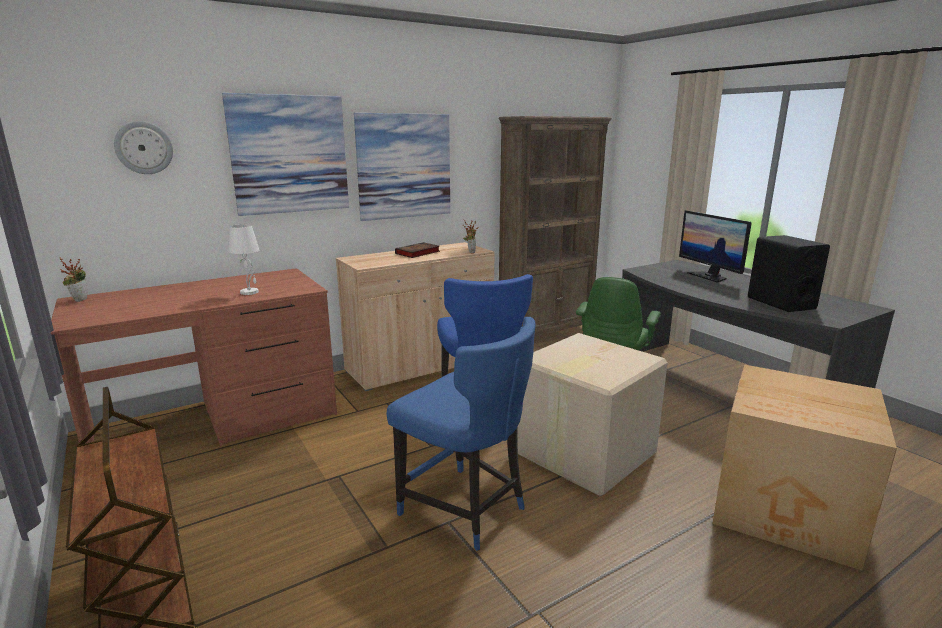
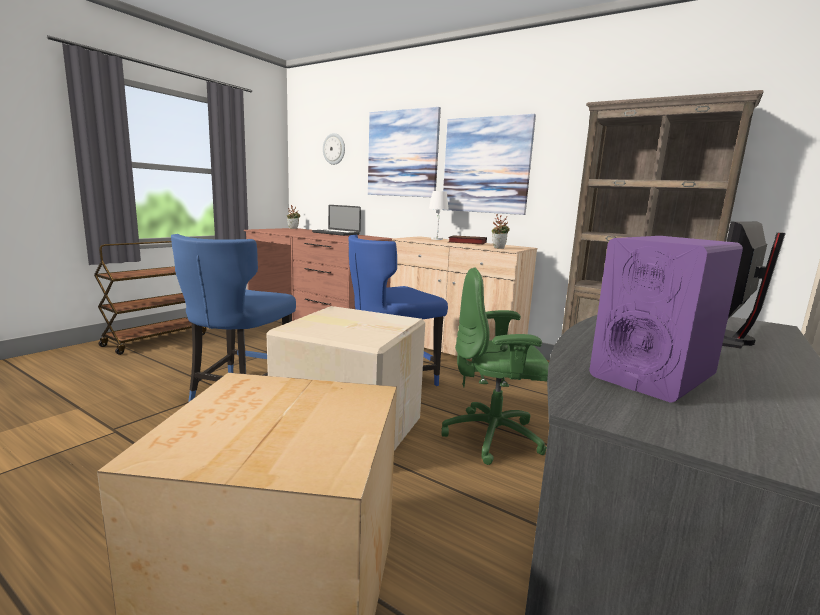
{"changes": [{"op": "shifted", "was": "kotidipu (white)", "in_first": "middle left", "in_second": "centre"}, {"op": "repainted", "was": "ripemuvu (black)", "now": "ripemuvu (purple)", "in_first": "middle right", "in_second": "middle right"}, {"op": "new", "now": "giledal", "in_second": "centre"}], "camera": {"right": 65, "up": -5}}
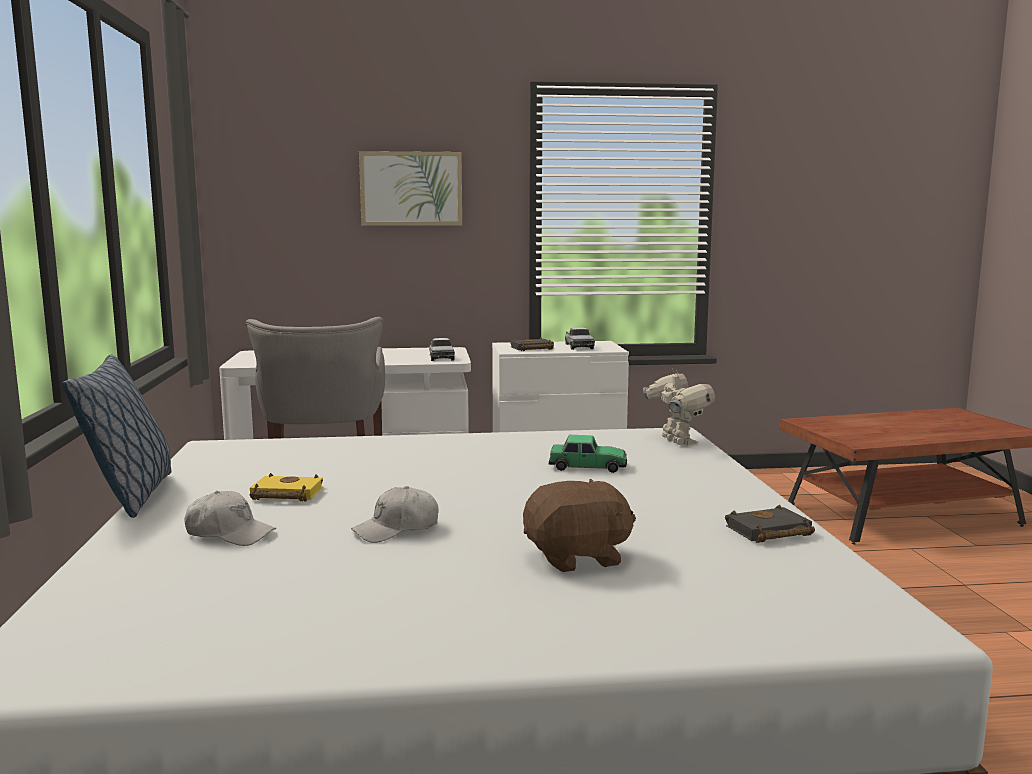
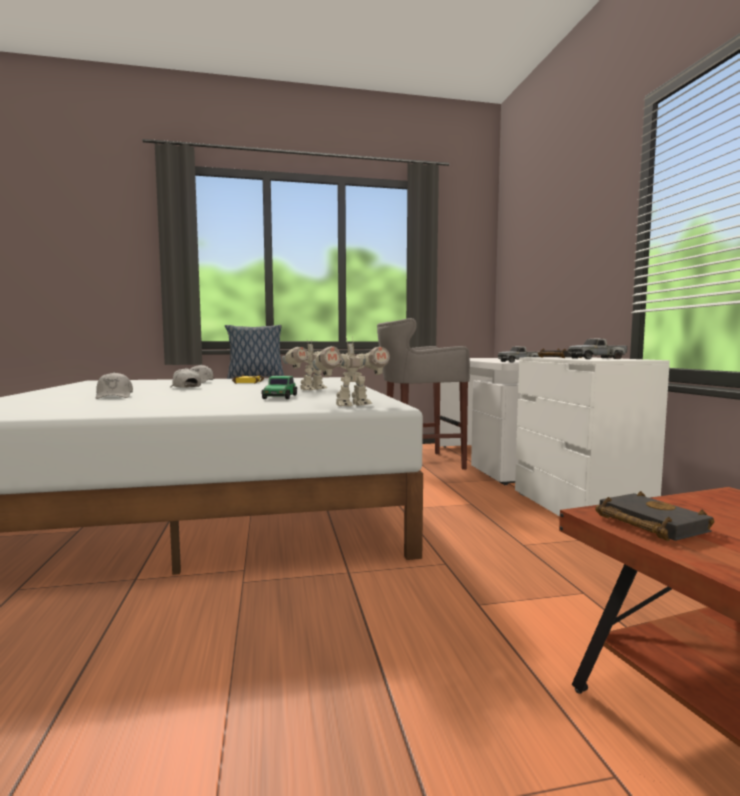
{"changes": [{"op": "gone", "was": "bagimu", "in_first": "top centre"}, {"op": "swapped", "was": "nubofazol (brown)", "now": "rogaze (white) (no. 1 from left)", "in_first": "bottom centre", "in_second": "middle left"}, {"op": "shifted", "was": "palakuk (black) (no. 2 from left)", "in_first": "bottom right", "in_second": "middle right"}, {"op": "new", "now": "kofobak (no. 1 from left)", "in_second": "centre"}], "camera": {"right": 85, "up": -5}}
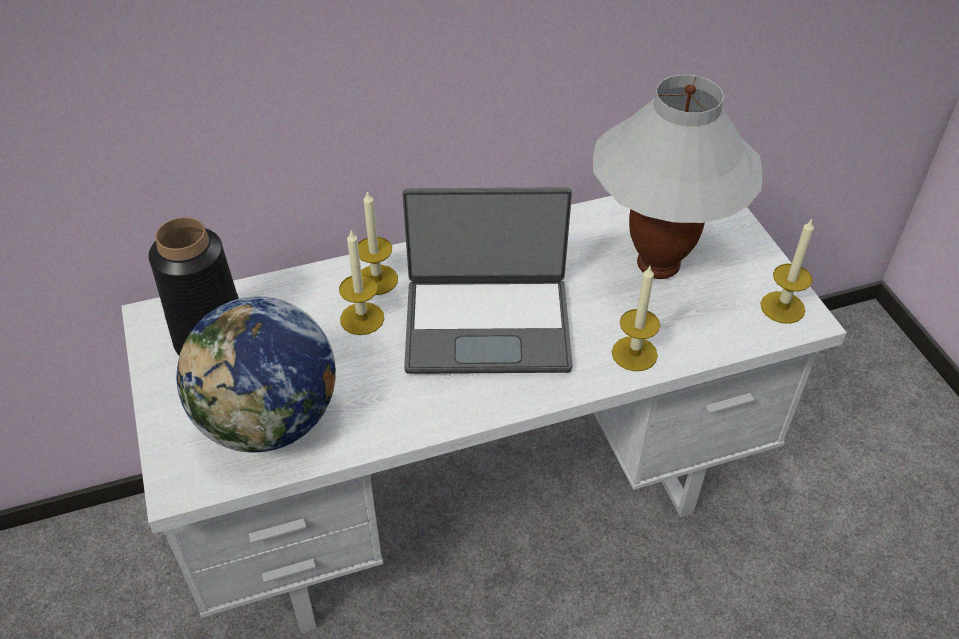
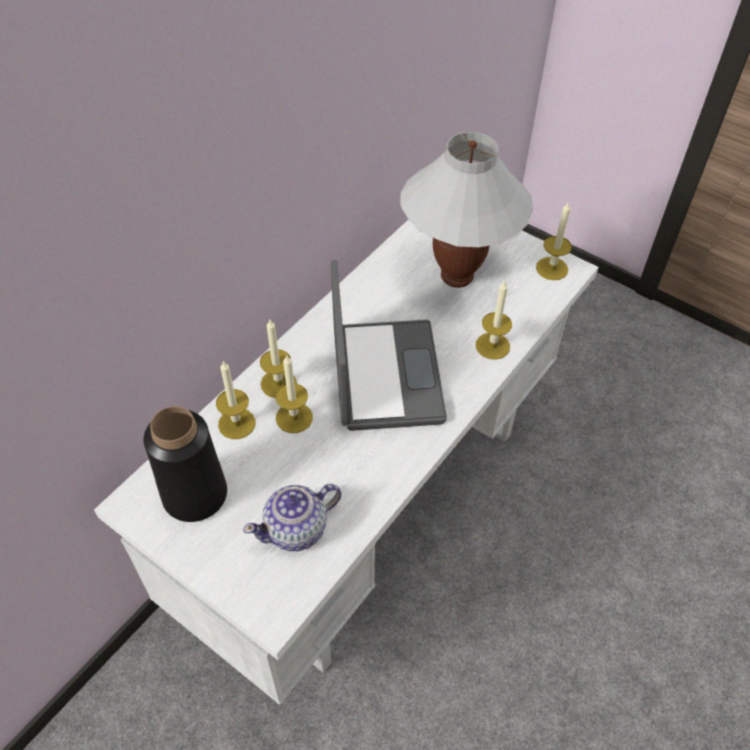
{"changes": [{"op": "swapped", "was": "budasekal", "now": "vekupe", "in_first": "middle left", "in_second": "bottom centre"}, {"op": "rotated", "was": "giledal", "in_first": "centre", "in_second": "centre", "clockwise": -60}, {"op": "new", "now": "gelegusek (no. 1 from left)", "in_second": "middle left"}], "camera": {"right": -35, "up": 5}}
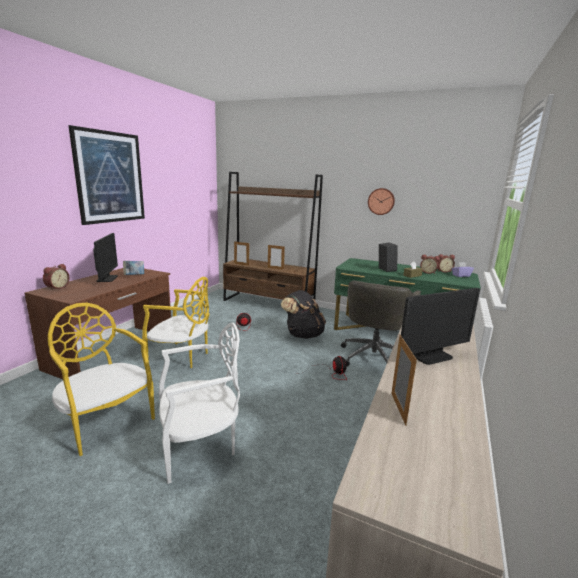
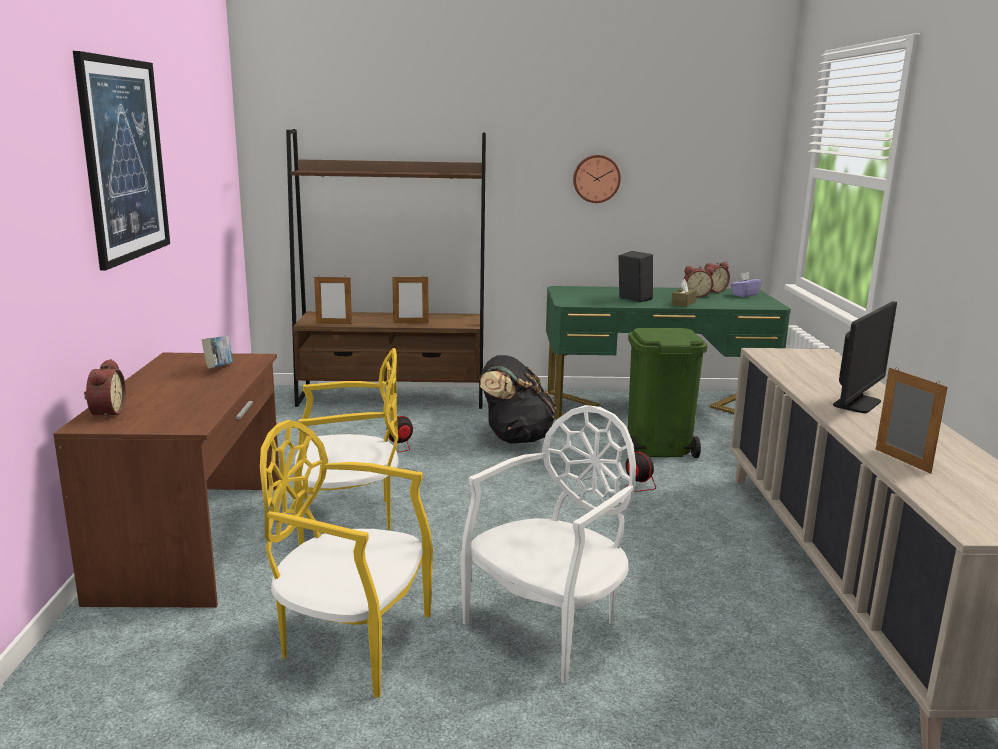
{"changes": [{"op": "gone", "was": "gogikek (no. 1 from left)", "in_first": "middle left"}, {"op": "swapped", "was": "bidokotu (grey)", "now": "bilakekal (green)", "in_first": "centre", "in_second": "middle right"}], "camera": {"right": -25, "up": 0}}
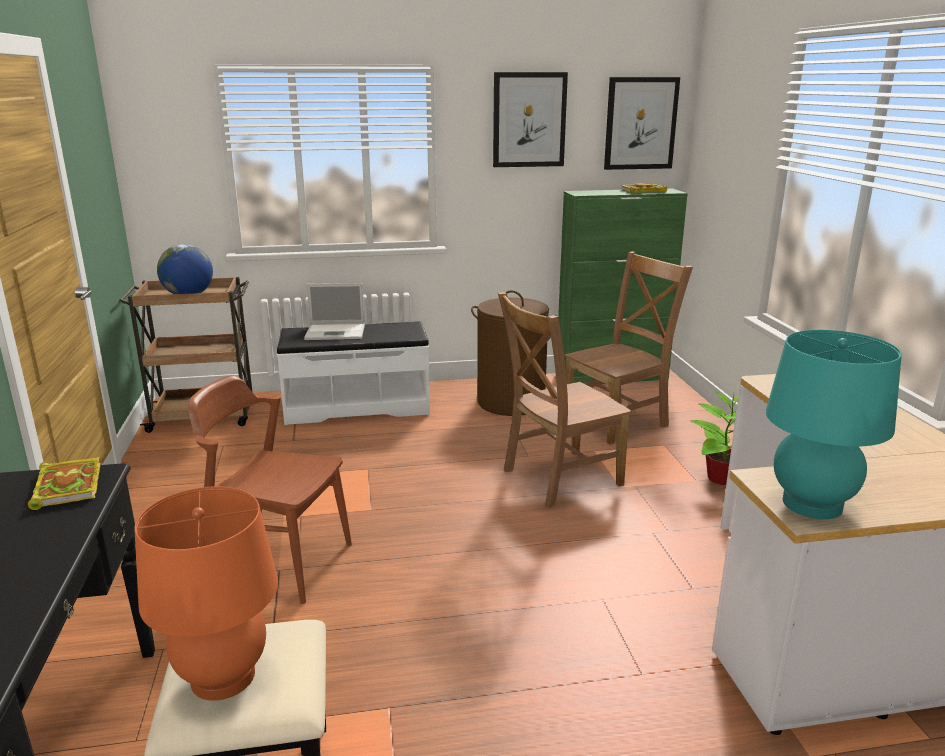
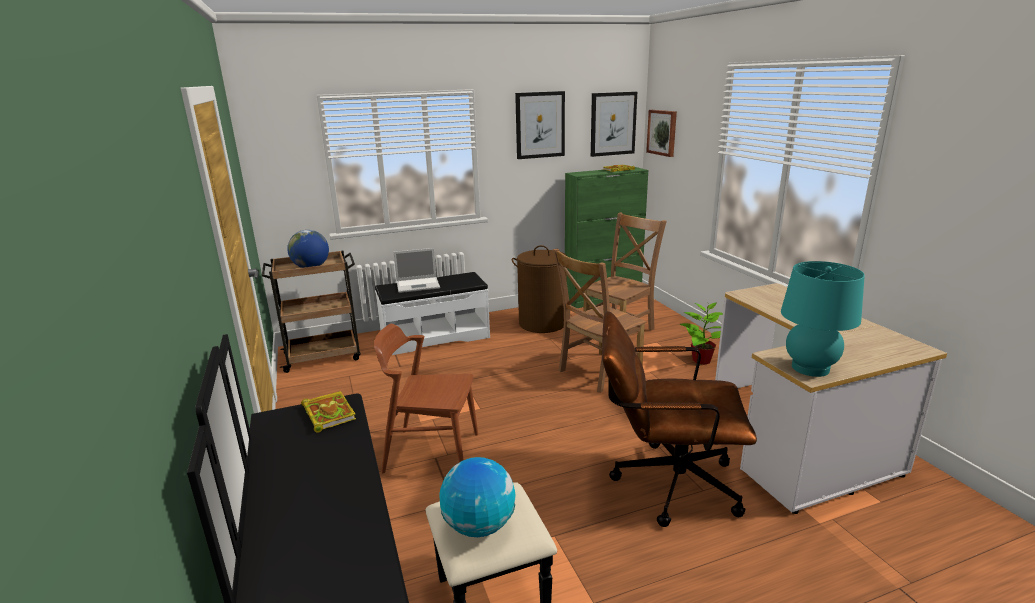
{"changes": [{"op": "swapped", "was": "kotidipu (orange)", "now": "budasekal (no. 2 from left)", "in_first": "bottom left", "in_second": "bottom centre"}, {"op": "new", "now": "bidokotu (brown)", "in_second": "bottom centre"}, {"op": "new", "now": "bagimu (no. 3 from left)", "in_second": "top centre"}], "camera": {"right": -10, "up": 0}}
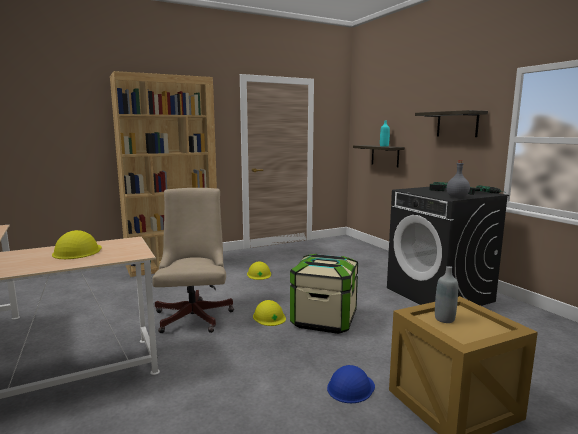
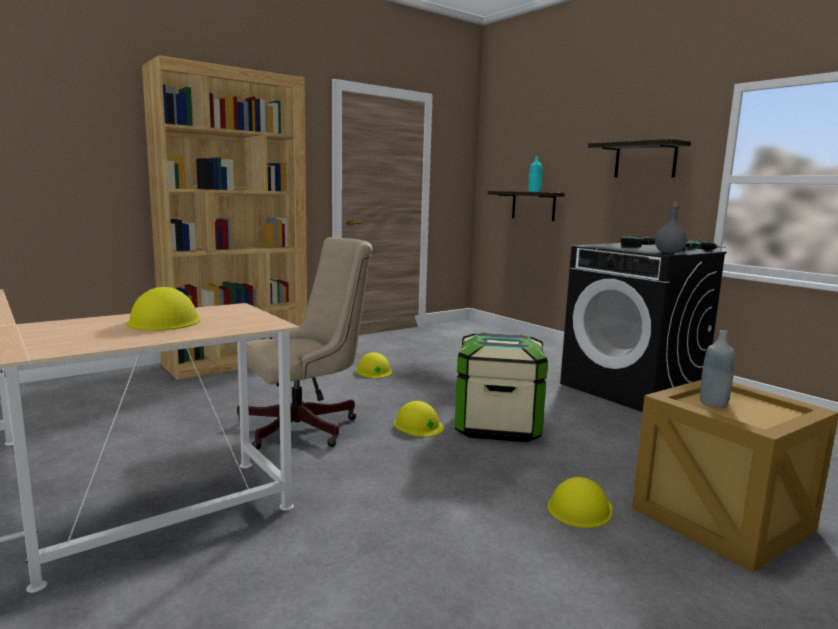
{"changes": [{"op": "rotated", "was": "bidokotu (beige)", "in_first": "centre", "in_second": "centre", "clockwise": 75}, {"op": "repainted", "was": "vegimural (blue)", "now": "vegimural (yellow) (no. 4 from left)", "in_first": "bottom centre", "in_second": "bottom right"}], "camera": {"right": -10, "up": 0}}
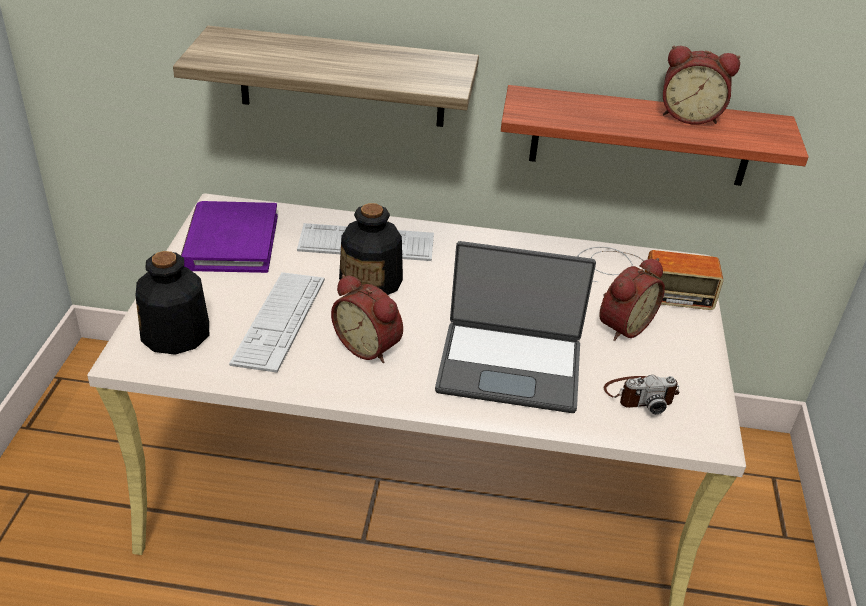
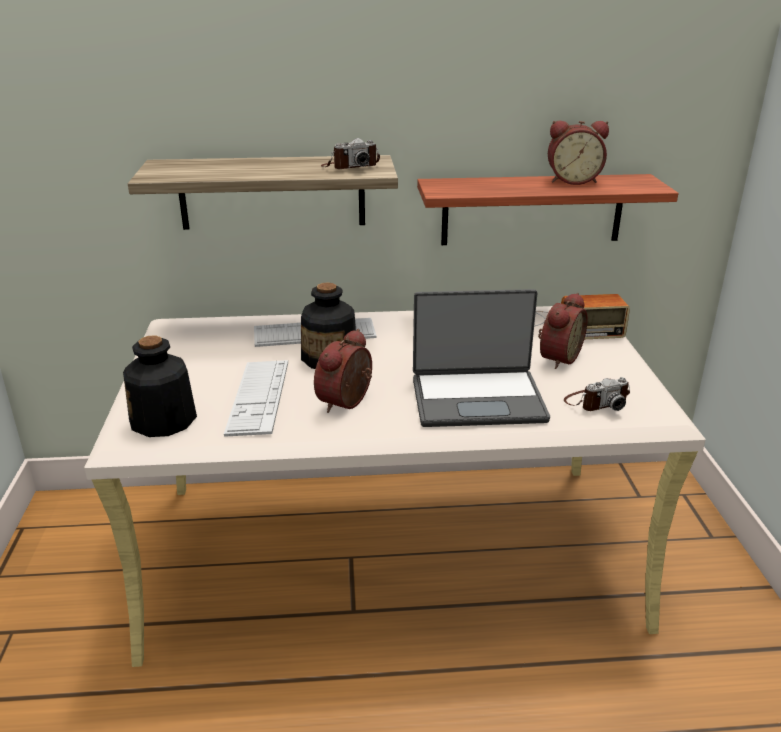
{"changes": [{"op": "gone", "was": "palakuk (purple)", "in_first": "middle left"}, {"op": "rotated", "was": "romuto (no. 1 from left)", "in_first": "centre", "in_second": "centre", "clockwise": 90}, {"op": "new", "now": "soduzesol (no. 1 from left)", "in_second": "top centre"}], "camera": {"right": -10, "up": -10}}
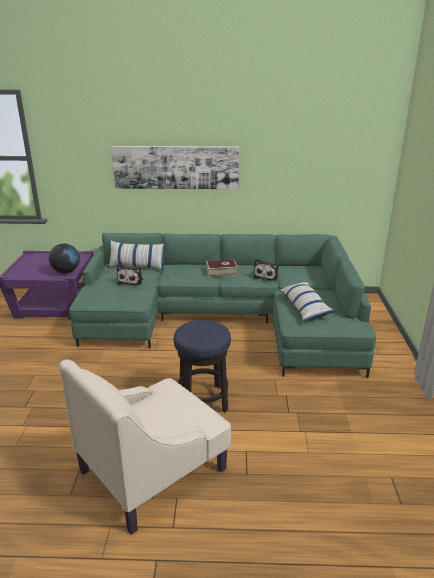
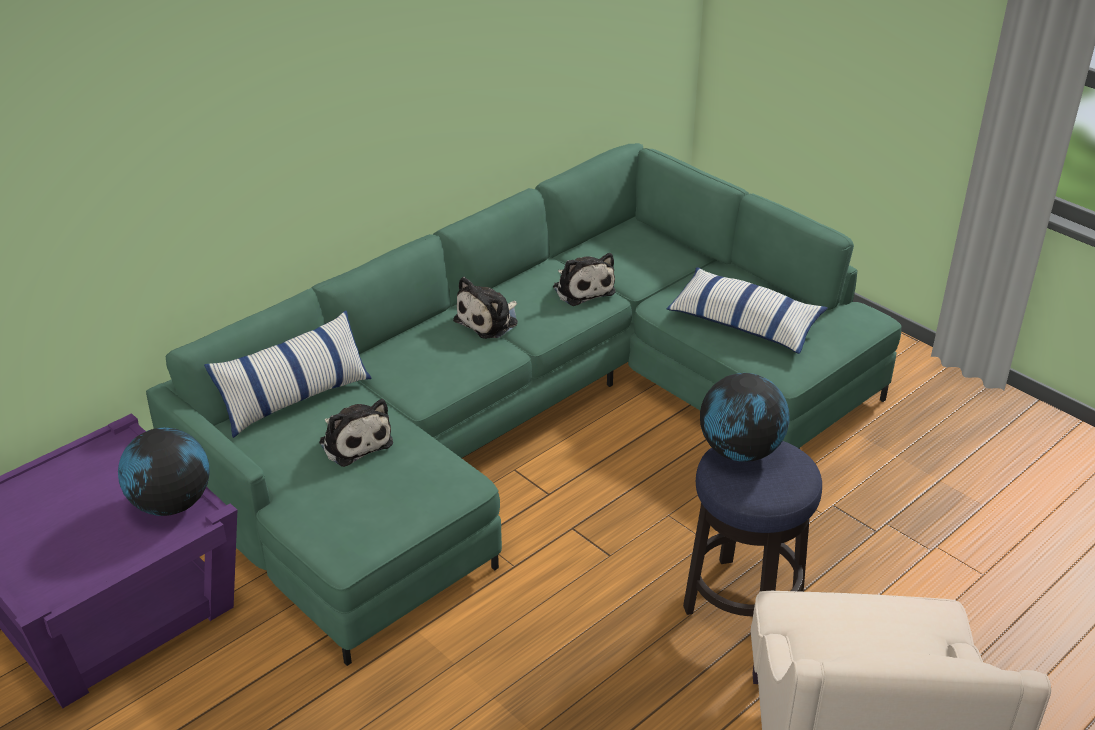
{"changes": [{"op": "gone", "was": "bagimu", "in_first": "top centre"}, {"op": "swapped", "was": "palakuk", "now": "nubofazol (no. 2 from left)", "in_first": "centre", "in_second": "centre"}, {"op": "new", "now": "budasekal (no. 2 from left)", "in_second": "middle right"}], "camera": {"right": -45, "up": 10}}
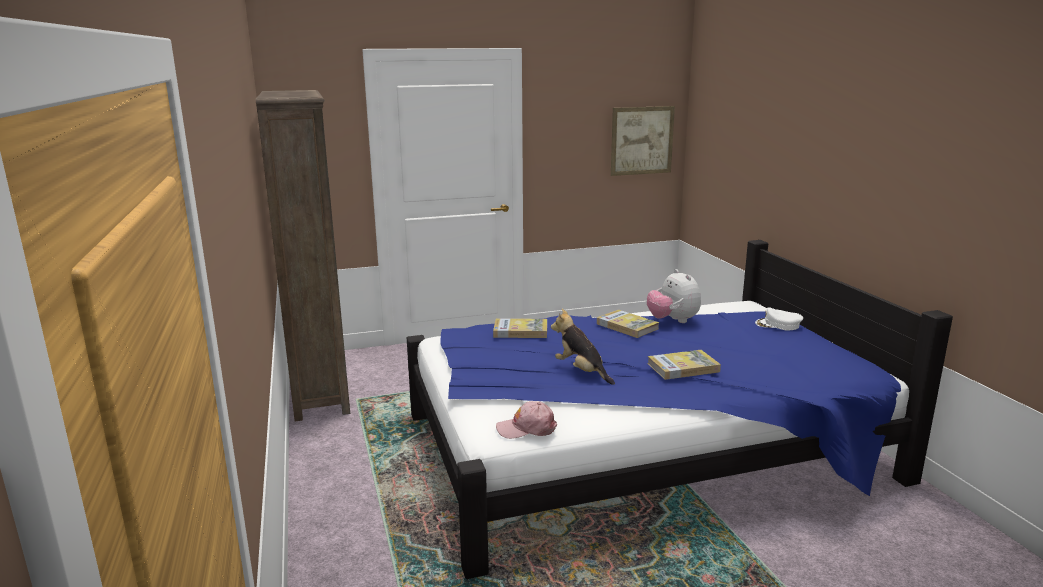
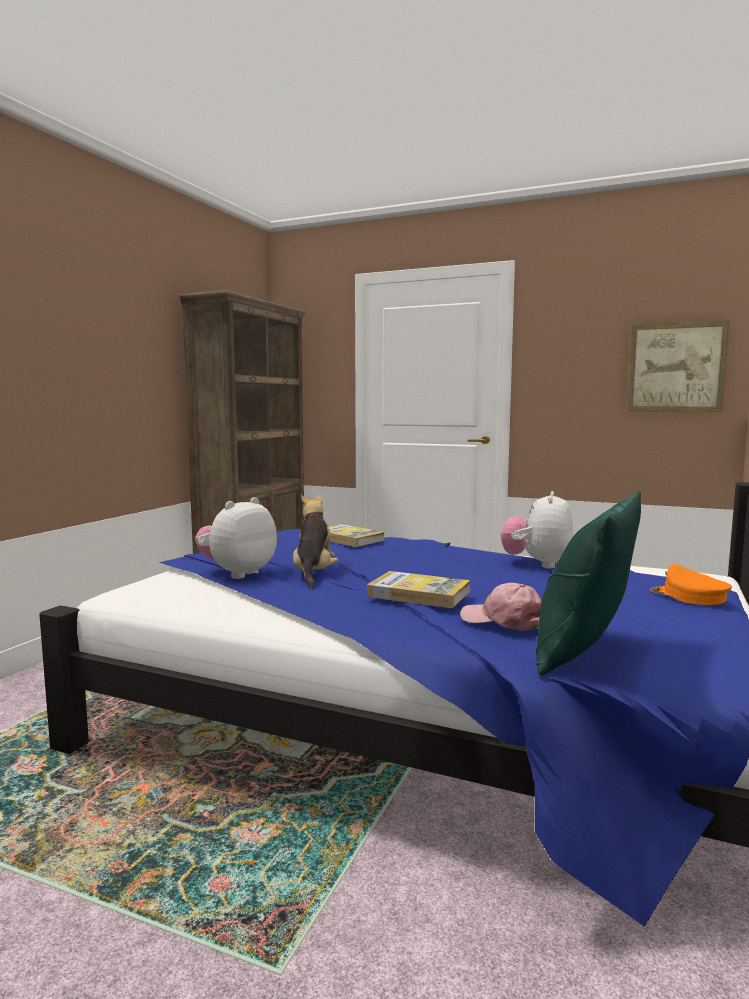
{"changes": [{"op": "shifted", "was": "rogaze (pink)", "in_first": "bottom centre", "in_second": "middle right"}, {"op": "gone", "was": "palakuk (no. 2 from left)", "in_first": "centre"}, {"op": "repainted", "was": "rogaze (white)", "now": "rogaze (orange)", "in_first": "middle right", "in_second": "middle right"}, {"op": "new", "now": "nubofazol (no. 1 from left)", "in_second": "middle left"}, {"op": "new", "now": "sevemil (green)", "in_second": "middle right"}], "camera": {"right": 40, "up": -10}}
